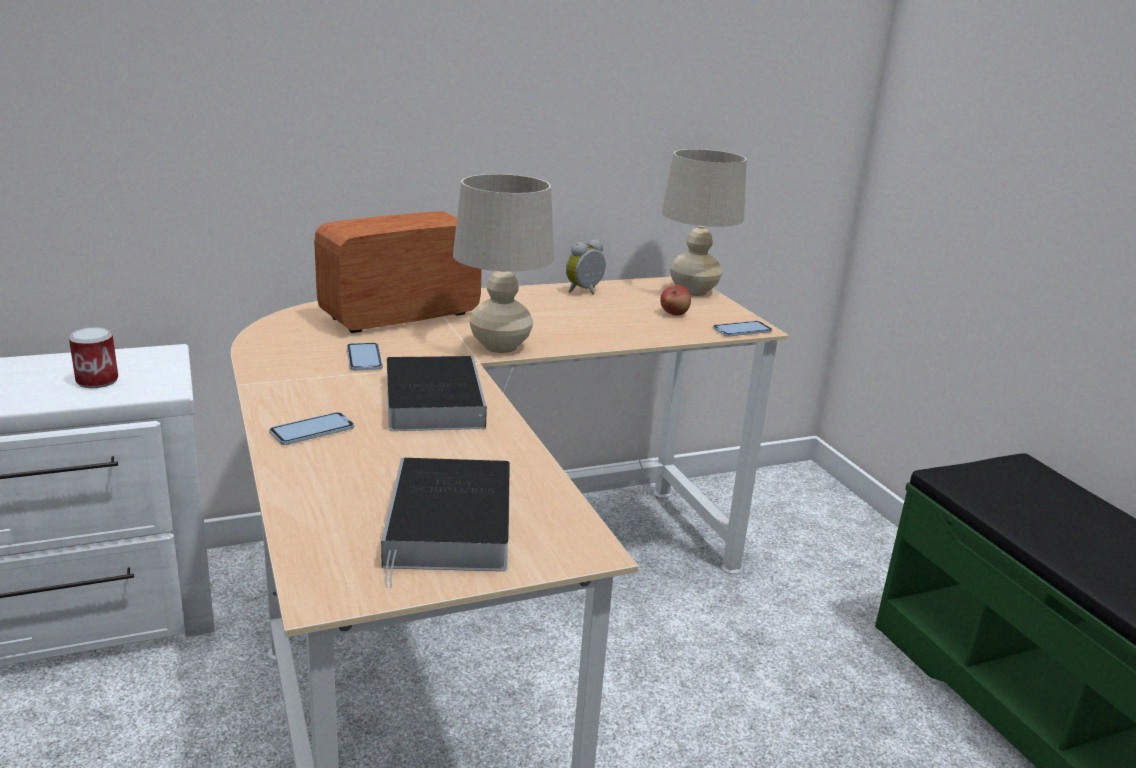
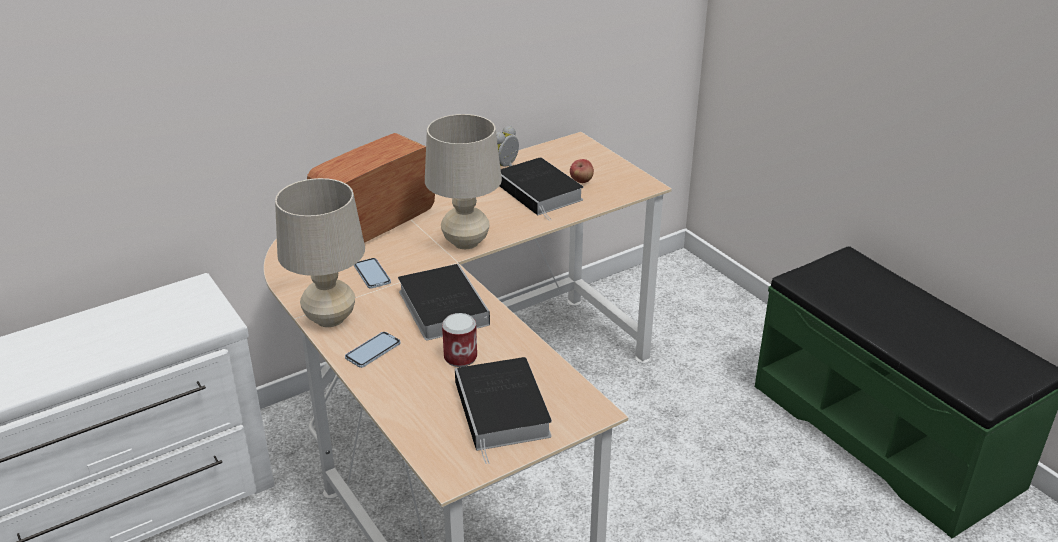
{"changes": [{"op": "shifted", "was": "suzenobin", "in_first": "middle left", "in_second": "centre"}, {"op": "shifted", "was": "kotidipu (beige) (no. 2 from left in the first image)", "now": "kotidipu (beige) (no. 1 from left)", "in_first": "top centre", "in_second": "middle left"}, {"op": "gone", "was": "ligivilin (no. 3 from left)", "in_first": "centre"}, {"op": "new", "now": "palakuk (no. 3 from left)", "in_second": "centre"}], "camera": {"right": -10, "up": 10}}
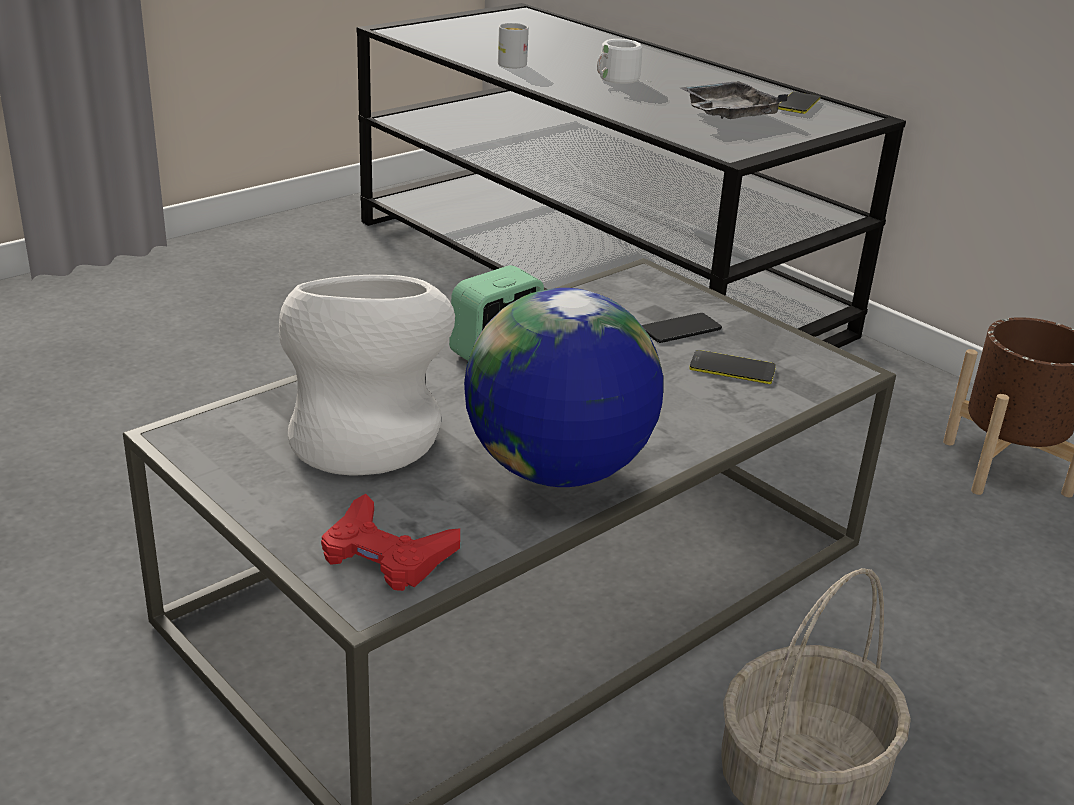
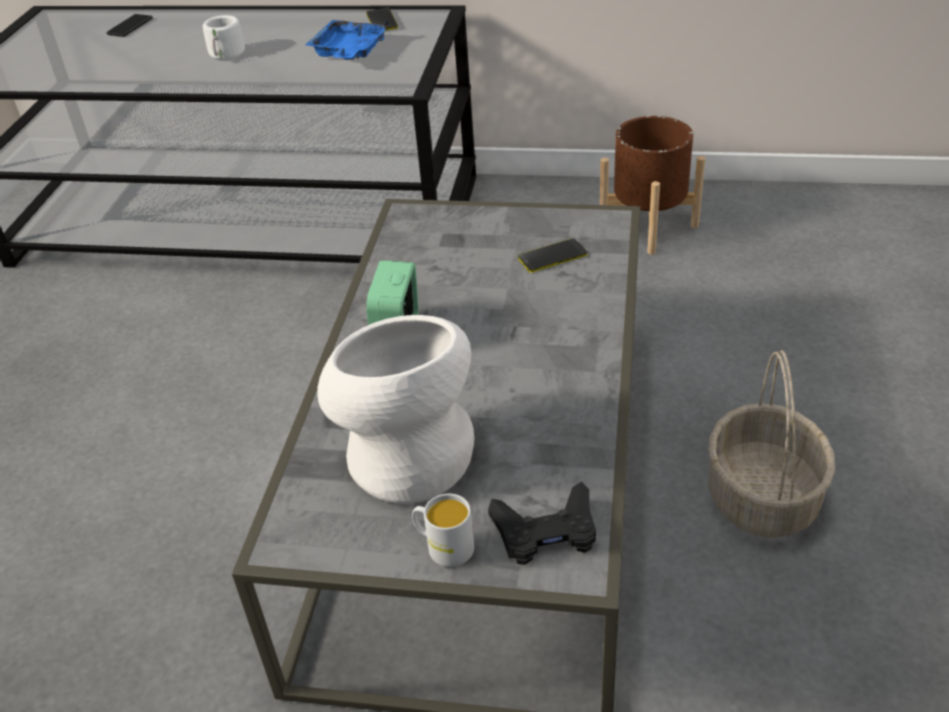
{"changes": [{"op": "repainted", "was": "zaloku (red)", "now": "zaloku (black)", "in_first": "bottom centre", "in_second": "bottom centre"}, {"op": "gone", "was": "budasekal", "in_first": "centre"}, {"op": "shifted", "was": "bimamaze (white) (no. 1 from left in the first image)", "now": "bimamaze (white) (no. 2 from left)", "in_first": "top centre", "in_second": "bottom centre"}, {"op": "shifted", "was": "ligivilin (no. 1 from left)", "in_first": "centre", "in_second": "top left"}, {"op": "repainted", "was": "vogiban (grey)", "now": "vogiban (blue)", "in_first": "top right", "in_second": "top centre"}], "camera": {"right": -35, "up": 10}}
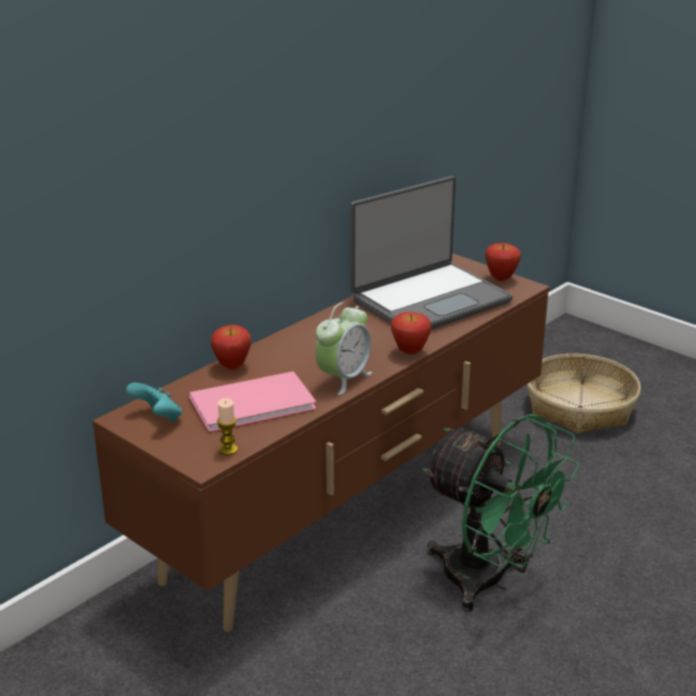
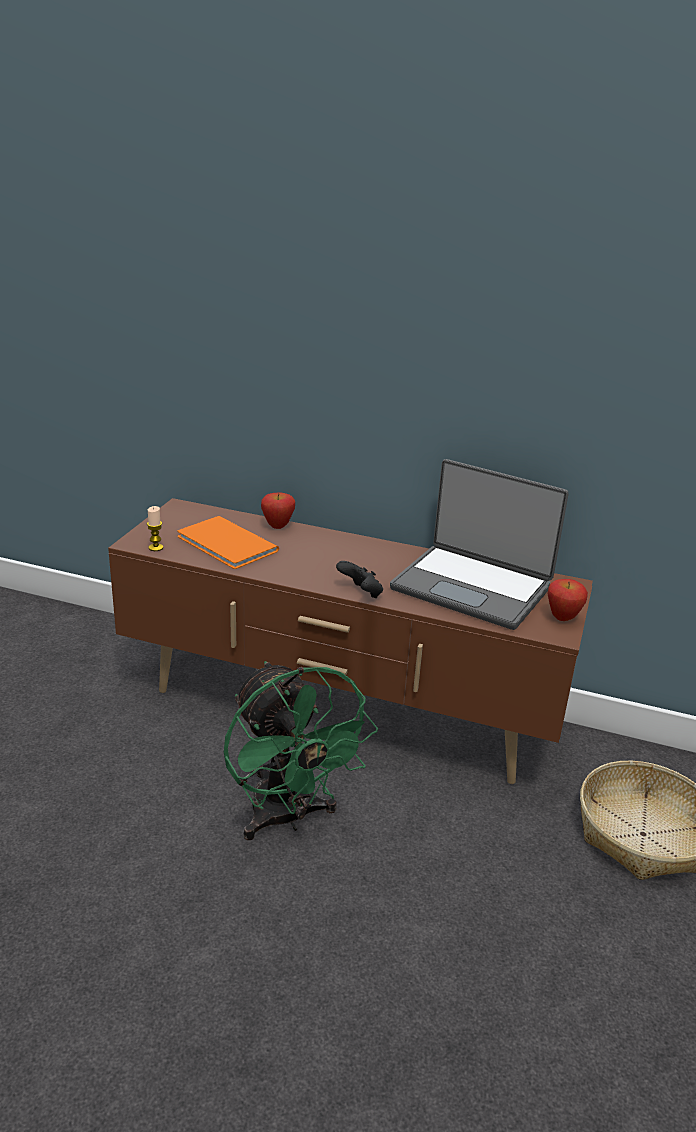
{"changes": [{"op": "gone", "was": "zaloku (turquoise)", "in_first": "middle left"}, {"op": "repainted", "was": "palakuk (pink)", "now": "palakuk (orange)", "in_first": "centre", "in_second": "middle left"}, {"op": "gone", "was": "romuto", "in_first": "centre"}, {"op": "swapped", "was": "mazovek (no. 2 from left)", "now": "zaloku (black)", "in_first": "centre", "in_second": "centre"}, {"op": "rotated", "was": "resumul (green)", "in_first": "bottom right", "in_second": "centre", "clockwise": -45}], "camera": {"right": 65, "up": 0}}
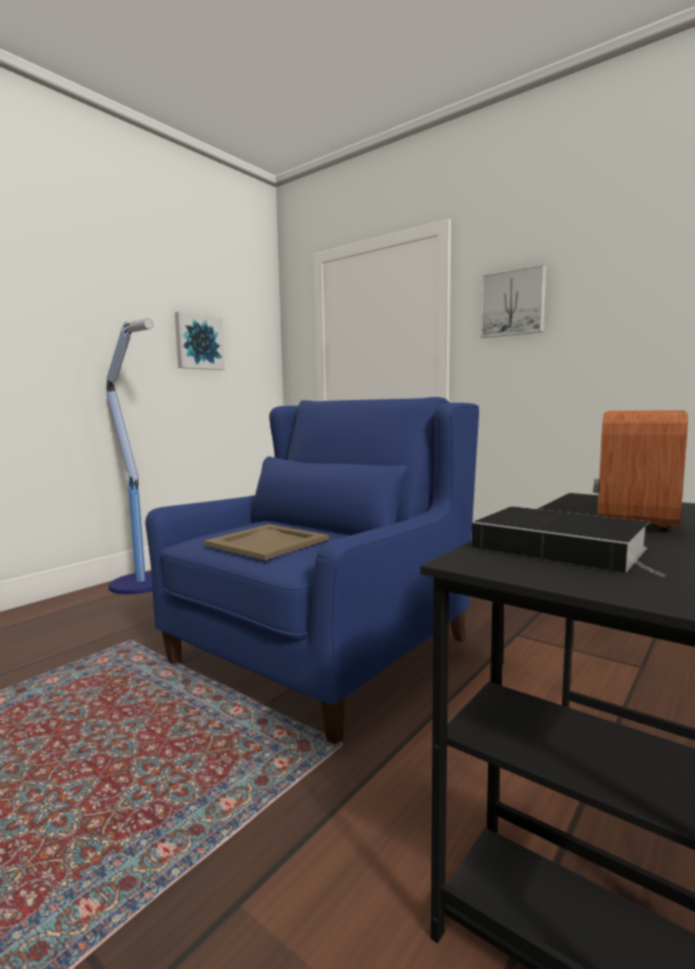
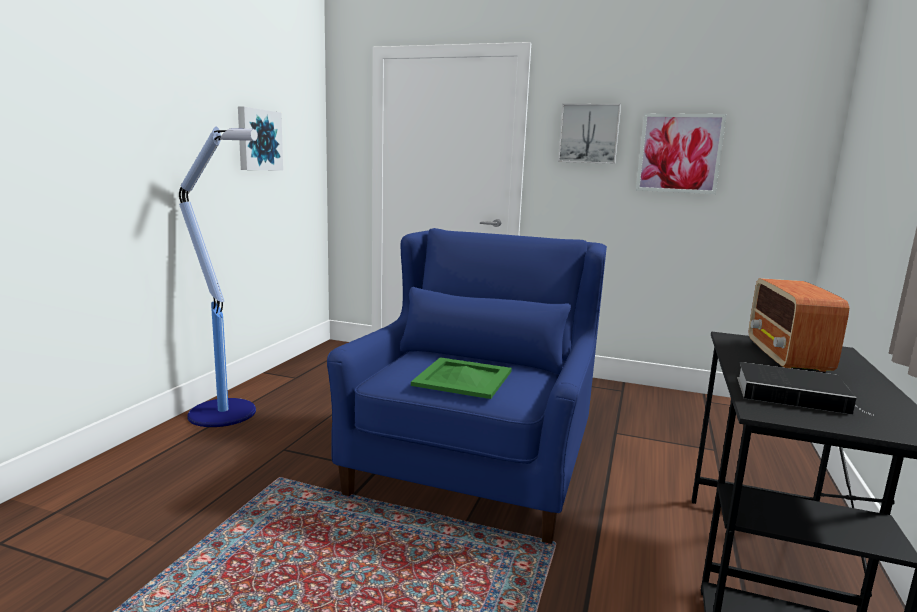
{"changes": [{"op": "repainted", "was": "vogiban (beige)", "now": "vogiban (green)", "in_first": "centre", "in_second": "centre"}, {"op": "new", "now": "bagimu (no. 3 from left)", "in_second": "top right"}], "camera": {"right": -20, "up": 5}}
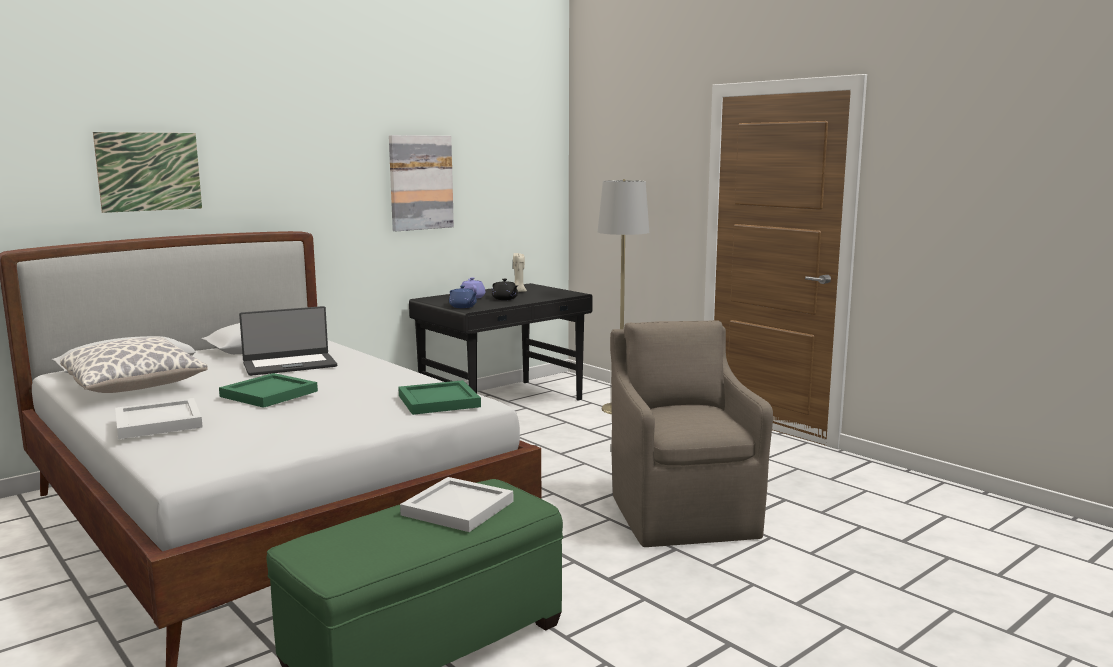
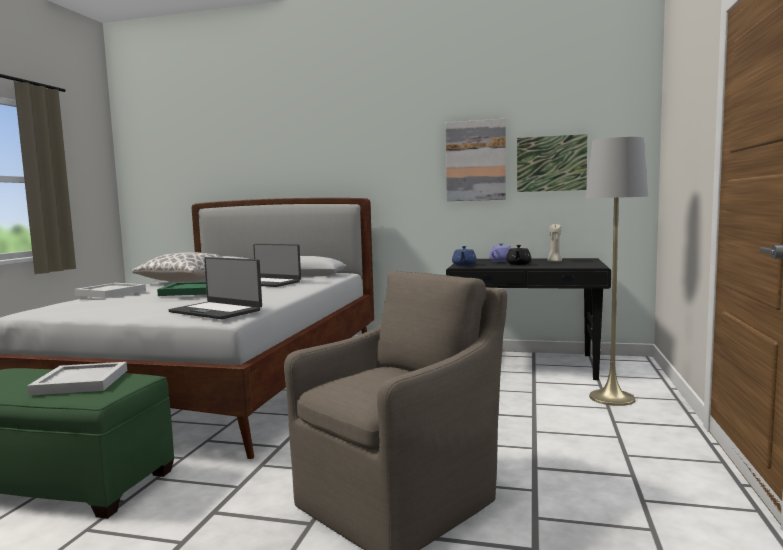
{"changes": [{"op": "shifted", "was": "bagimu (no. 1 from left in the first image)", "now": "bagimu (no. 2 from left)", "in_first": "top left", "in_second": "top right"}, {"op": "swapped", "was": "vogiban (green) (no. 2 from left)", "now": "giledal (no. 1 from left)", "in_first": "centre", "in_second": "middle left"}], "camera": {"right": 55, "up": -5}}
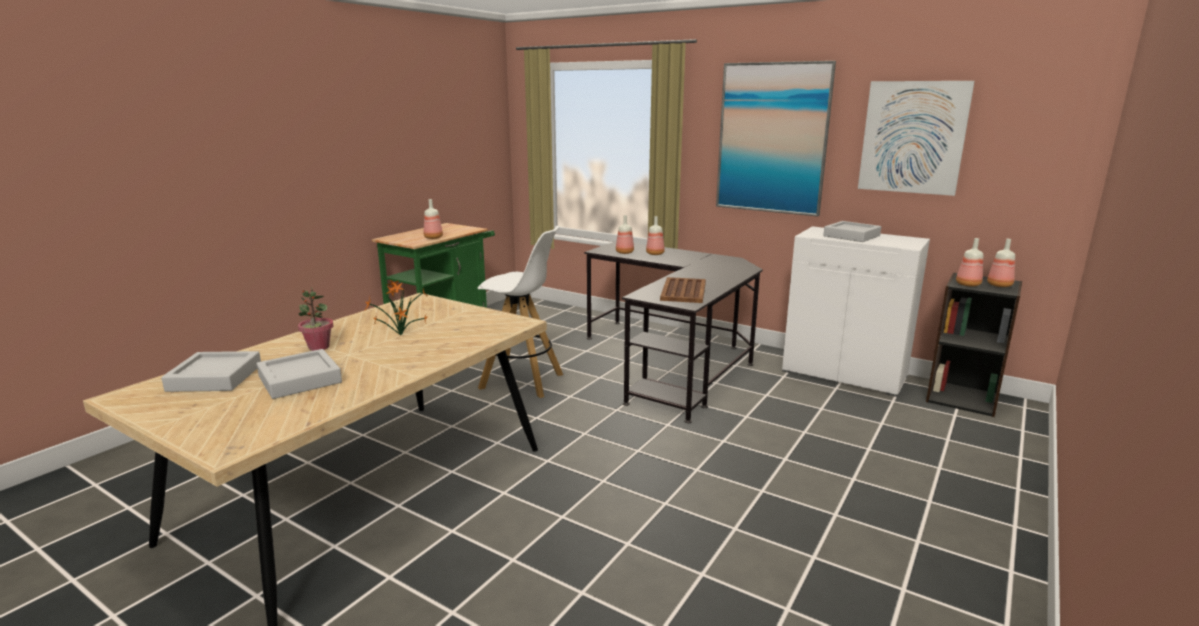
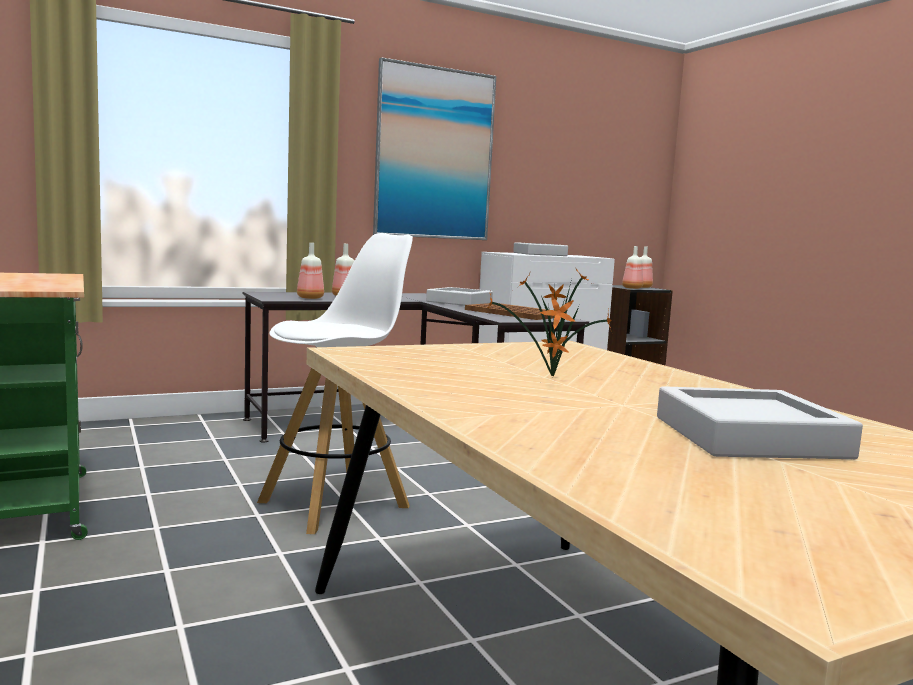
{"changes": [{"op": "shifted", "was": "vogiban (grey) (no. 1 from left)", "in_first": "middle left", "in_second": "centre"}, {"op": "gone", "was": "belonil (no. 1 from left)", "in_first": "middle left"}, {"op": "gone", "was": "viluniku (no. 1 from left)", "in_first": "centre"}, {"op": "gone", "was": "bagimu (no. 2 from left)", "in_first": "top right"}], "camera": {"right": -60, "up": -10}}
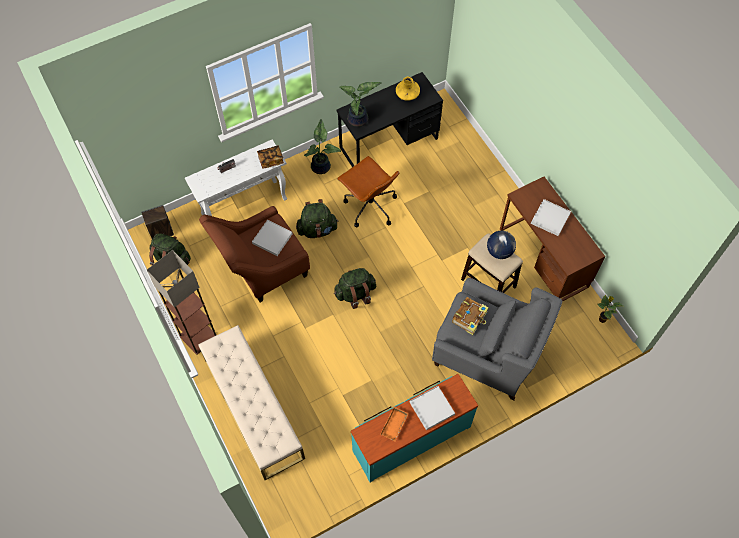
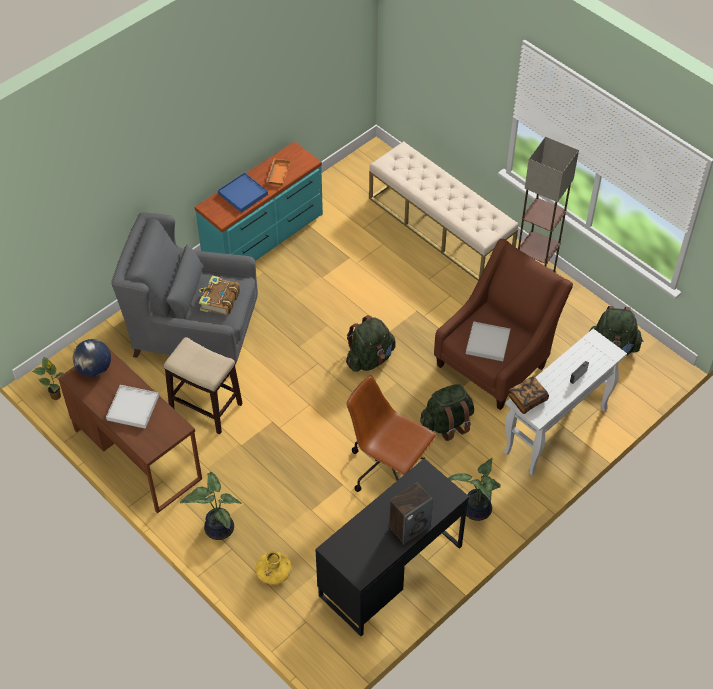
{"changes": [{"op": "shifted", "was": "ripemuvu", "in_first": "middle left", "in_second": "bottom centre"}, {"op": "shifted", "was": "belonil (no. 2 from left)", "in_first": "top centre", "in_second": "bottom left"}, {"op": "shifted", "was": "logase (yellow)", "in_first": "top centre", "in_second": "bottom centre"}, {"op": "repainted", "was": "vogiban (white) (no. 2 from left)", "now": "vogiban (blue)", "in_first": "bottom centre", "in_second": "top centre"}, {"op": "shifted", "was": "budasekal", "in_first": "middle right", "in_second": "middle left"}], "camera": {"right": 165, "up": -10}}
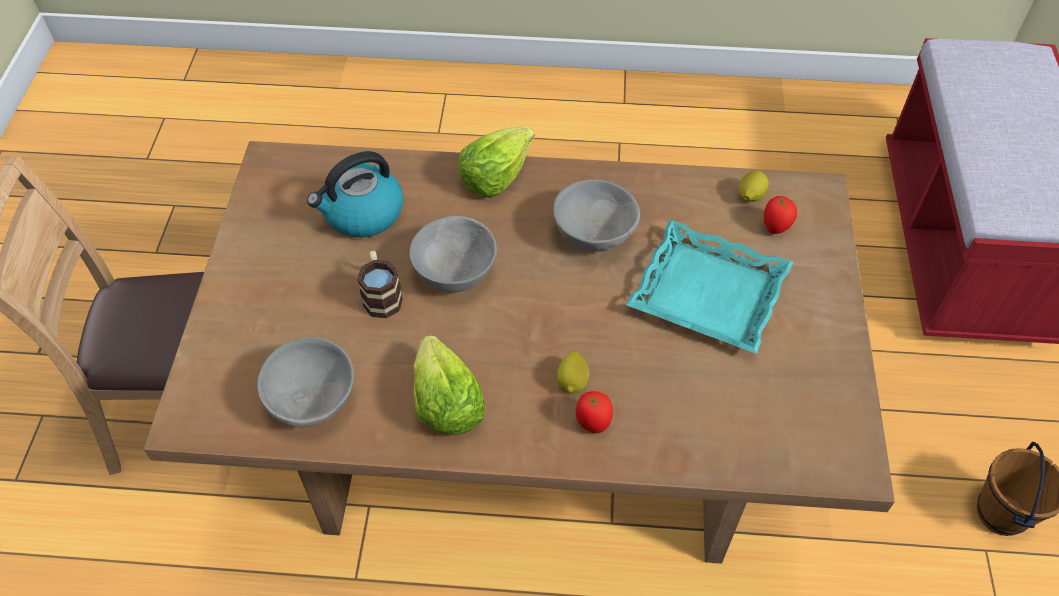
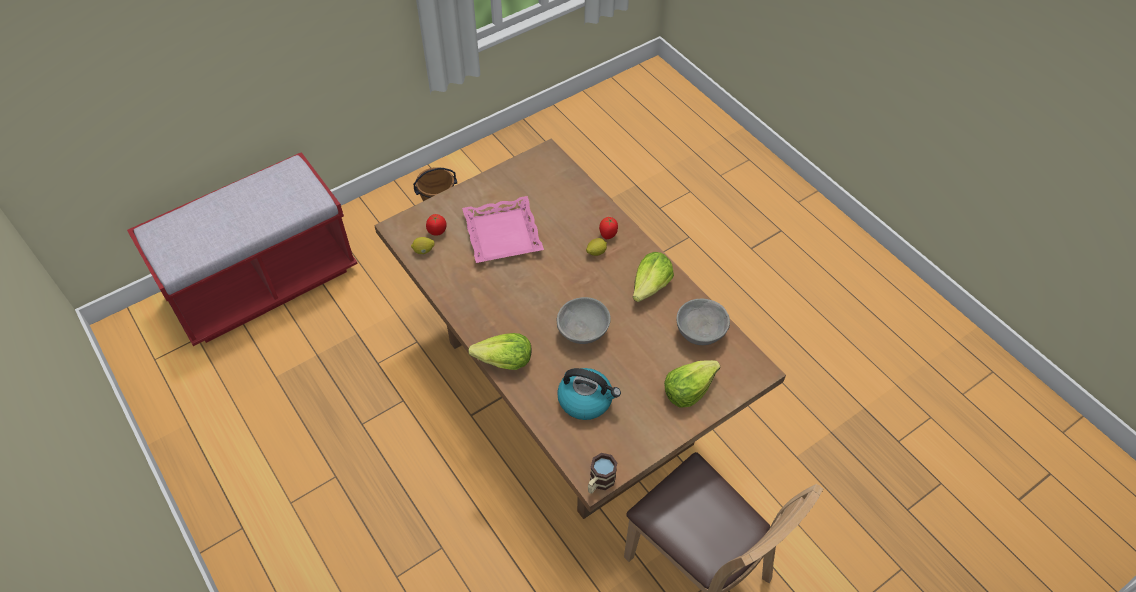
{"changes": [{"op": "shifted", "was": "bimamaze", "in_first": "centre", "in_second": "bottom centre"}, {"op": "gone", "was": "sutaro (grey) (no. 3 from left)", "in_first": "centre"}, {"op": "repainted", "was": "vogiban (turquoise)", "now": "vogiban (pink)", "in_first": "middle right", "in_second": "centre"}, {"op": "new", "now": "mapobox (no. 3 from left)", "in_second": "centre"}], "camera": {"right": -130, "up": 0}}
